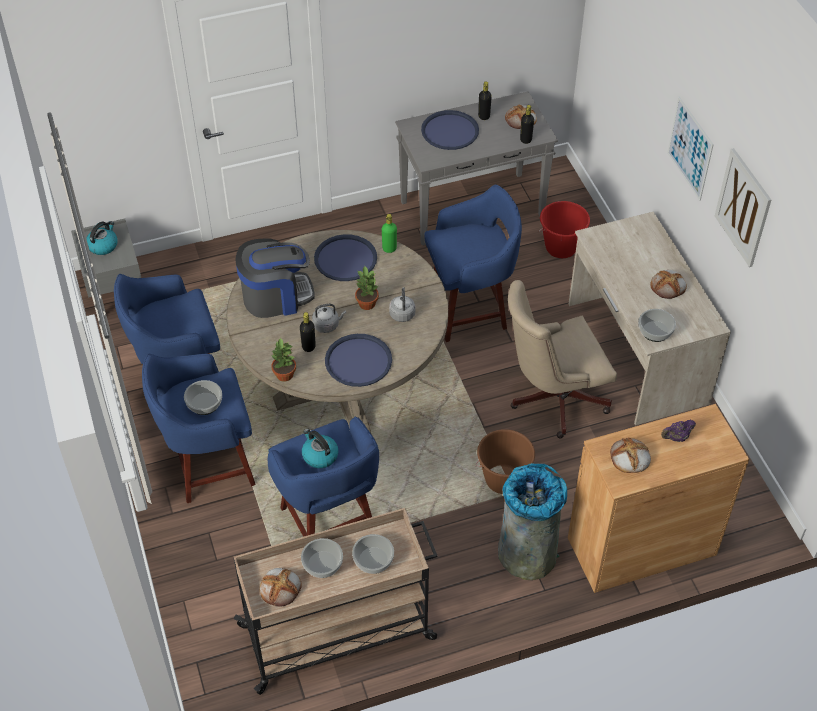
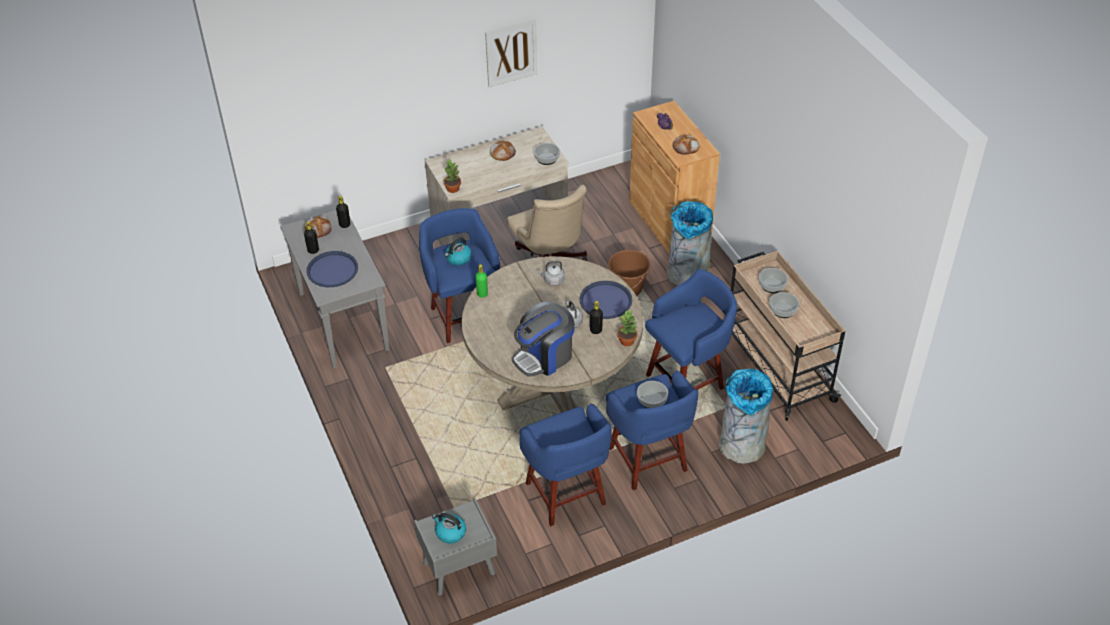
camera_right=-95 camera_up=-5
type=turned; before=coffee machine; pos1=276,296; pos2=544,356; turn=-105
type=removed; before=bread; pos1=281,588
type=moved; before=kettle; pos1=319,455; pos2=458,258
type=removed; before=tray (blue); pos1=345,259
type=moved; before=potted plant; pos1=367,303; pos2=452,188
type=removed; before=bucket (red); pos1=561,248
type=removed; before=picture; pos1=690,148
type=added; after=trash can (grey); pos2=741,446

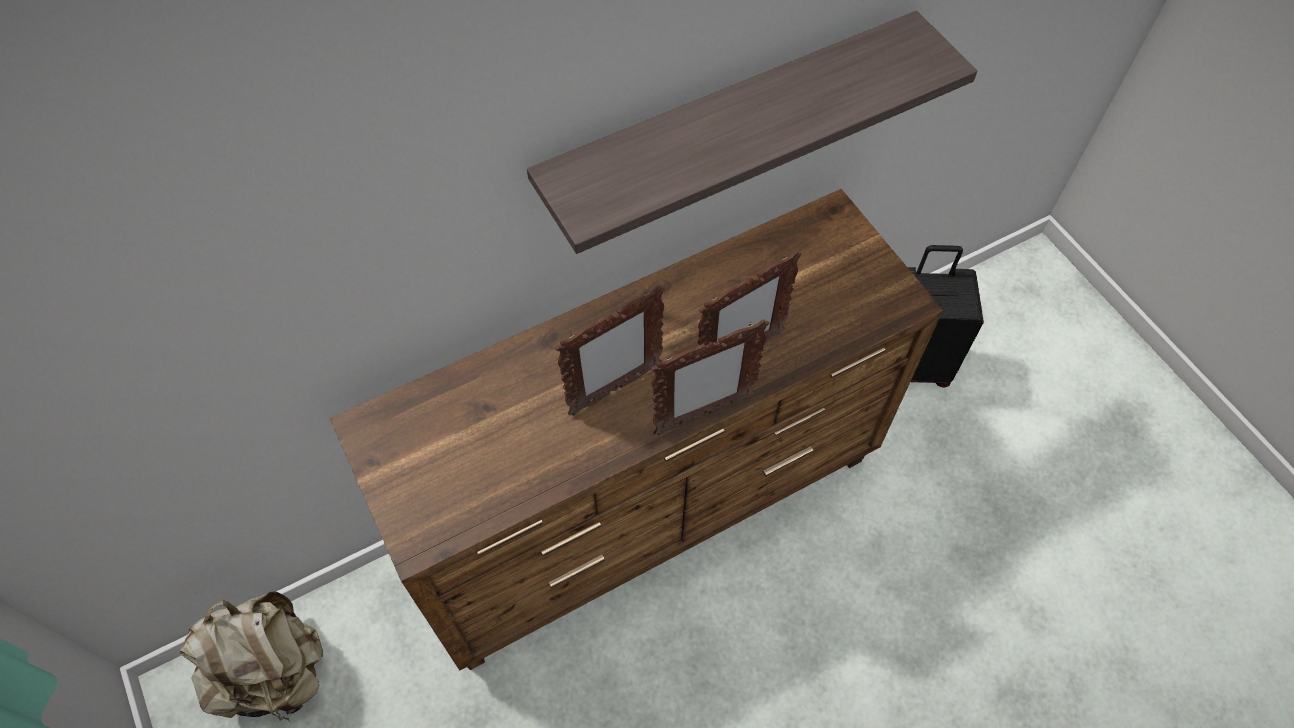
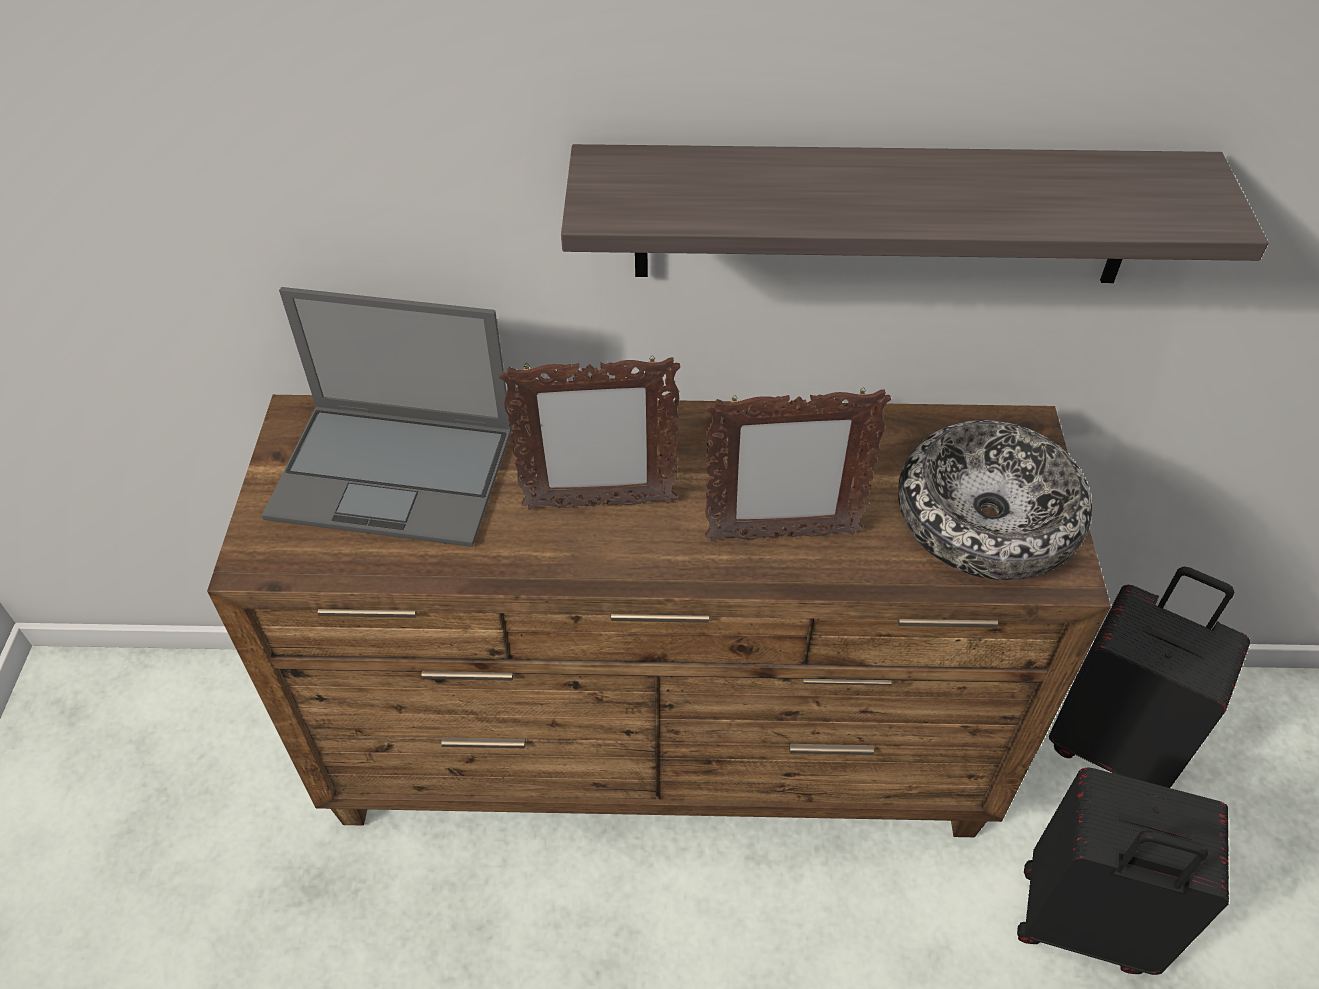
camera_right=30 camera_up=-10
type=removed; before=backpack (beige); pos1=273,672
type=removed; before=picture frame; pos1=703,415
type=added; after=laptop; pos2=395,473
type=added; after=bowl; pos2=986,518
type=added; after=suitcase (black); pos2=1083,924

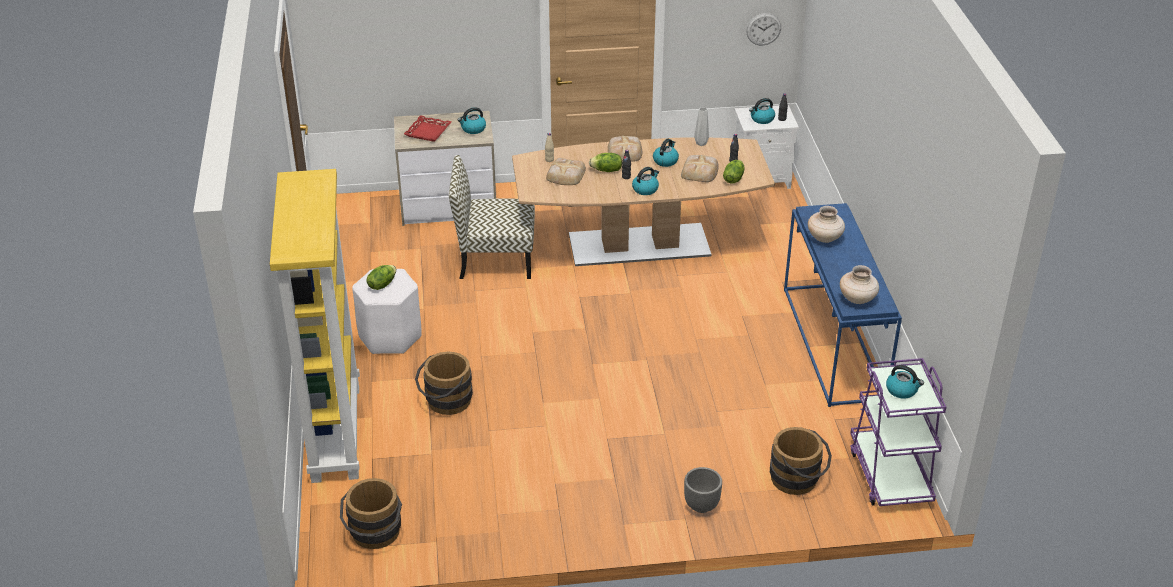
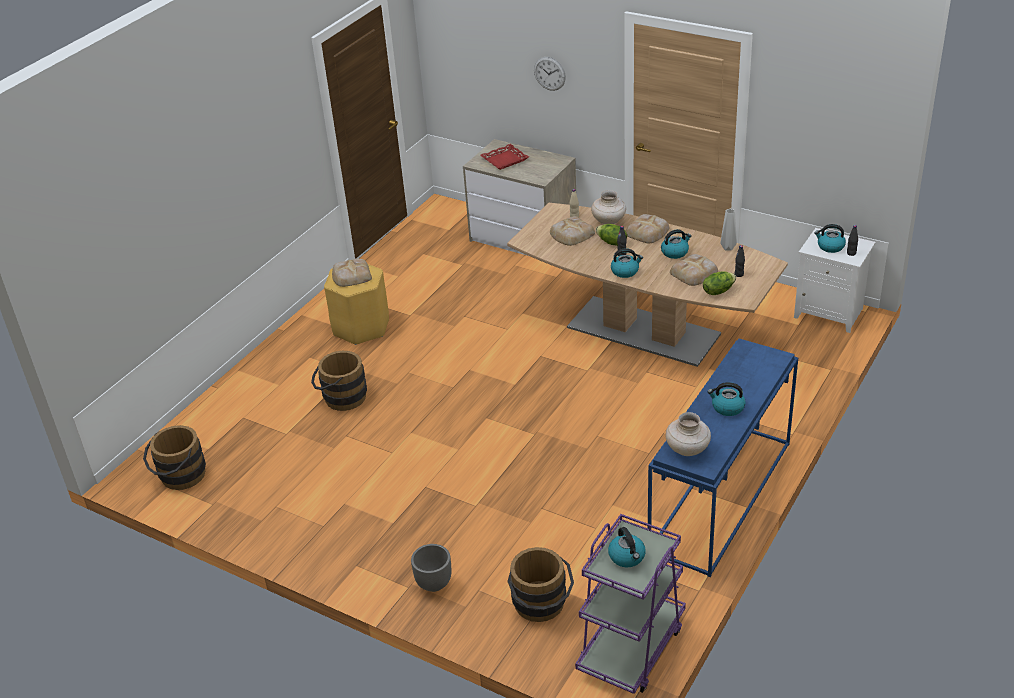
camera_right=40 camera_up=0
type=removed; before=bookcase (yellow); pos1=334,432
type=recoloured; before=stool (white); after=stool (yellow); pos1=390,336; pos2=361,327
type=replaced; before=lettuce; after=bread; pos1=382,284; pos2=351,276
type=removed; before=chair; pos1=494,260
type=moved; before=kettle; pos1=473,129; pos2=727,407
type=moved; before=wall clock; pos1=763,29; pos2=549,73
type=moved; before=vase (beige); pos1=824,238; pos2=608,221

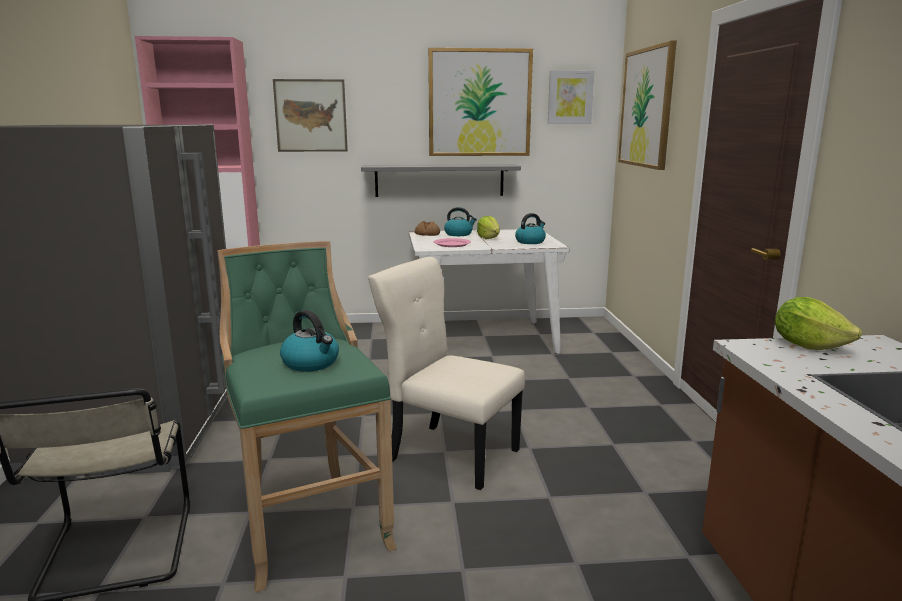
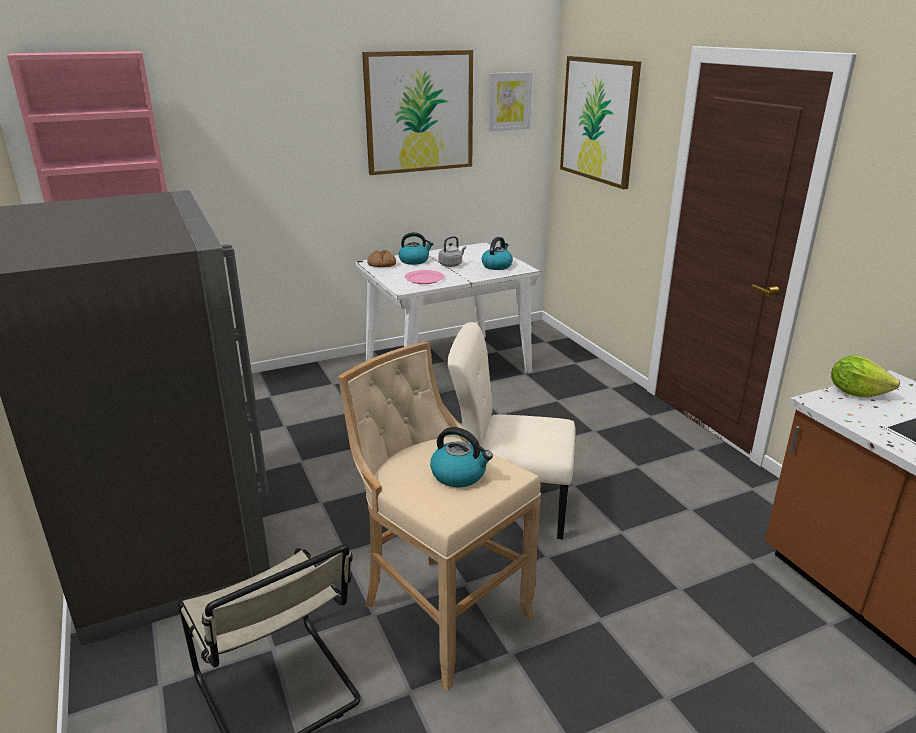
camera_right=-20 camera_up=10
type=recoloured; before=stool (green); after=stool (beige); pos1=309,523; pos2=440,611
type=removed; before=picture; pos1=311,115
type=removed; before=shelf (grey); pos1=439,180
type=replaced; before=lettuce; after=kettle (grey); pos1=489,238; pos2=451,264

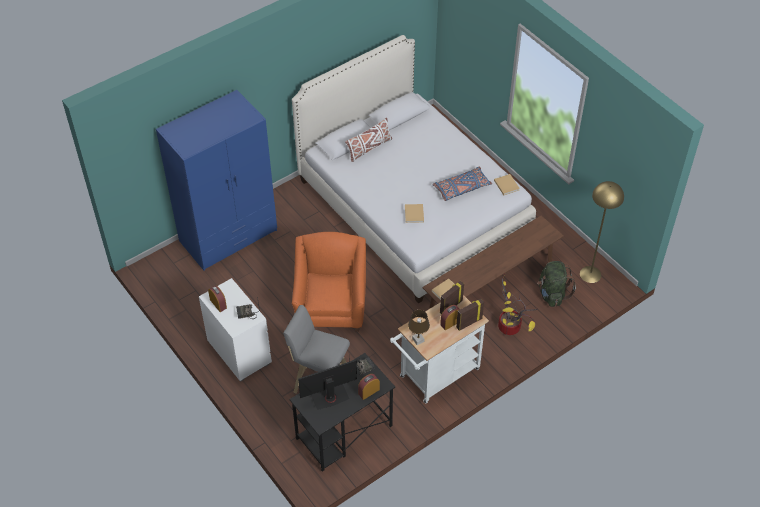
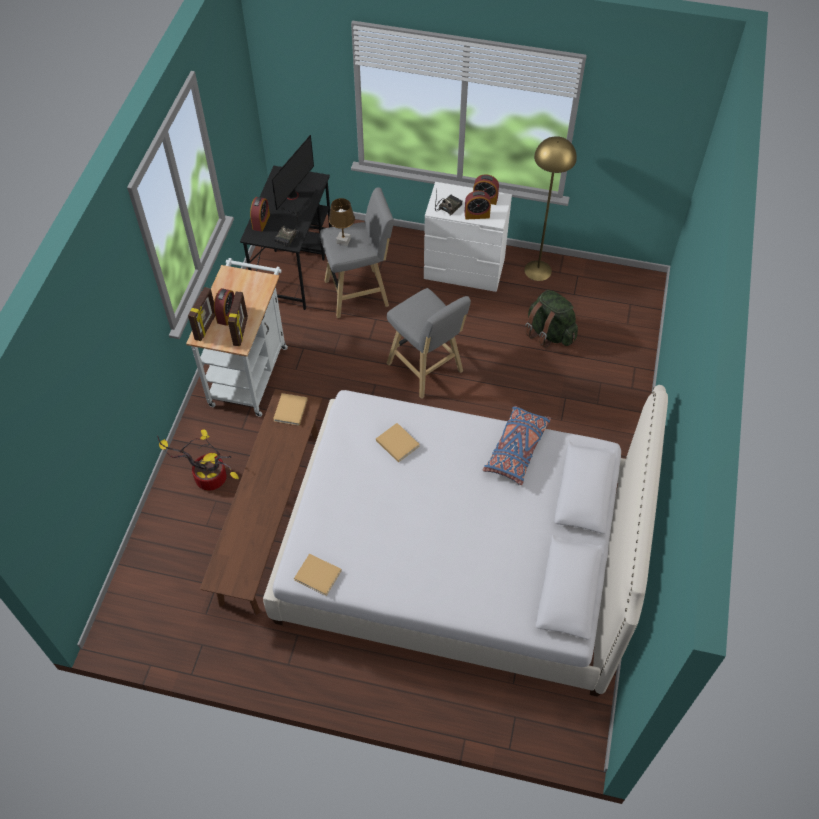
camera_right=140 camera_up=5
type=removed; before=wardrobe (blue); pos1=229,236
type=replaced; before=armchair (orange); after=stool (grey); pos1=331,305; pos2=427,370
type=removed; before=pillow (white); pos1=369,148
type=moved; before=table lamp (brown); pos1=418,340; pos2=343,241
type=moved; before=pillow (blue); pos1=461,188; pos2=516,449
type=moved; before=backpack (green); pos1=552,294; pos2=549,333
type=moved; before=floor lamp (yellow); pos1=590,274; pos2=537,270
type=added; after=alarm clock; pos2=477,215

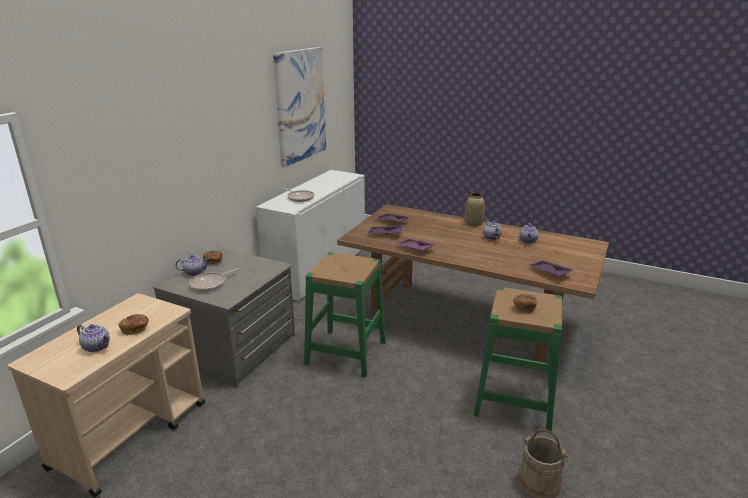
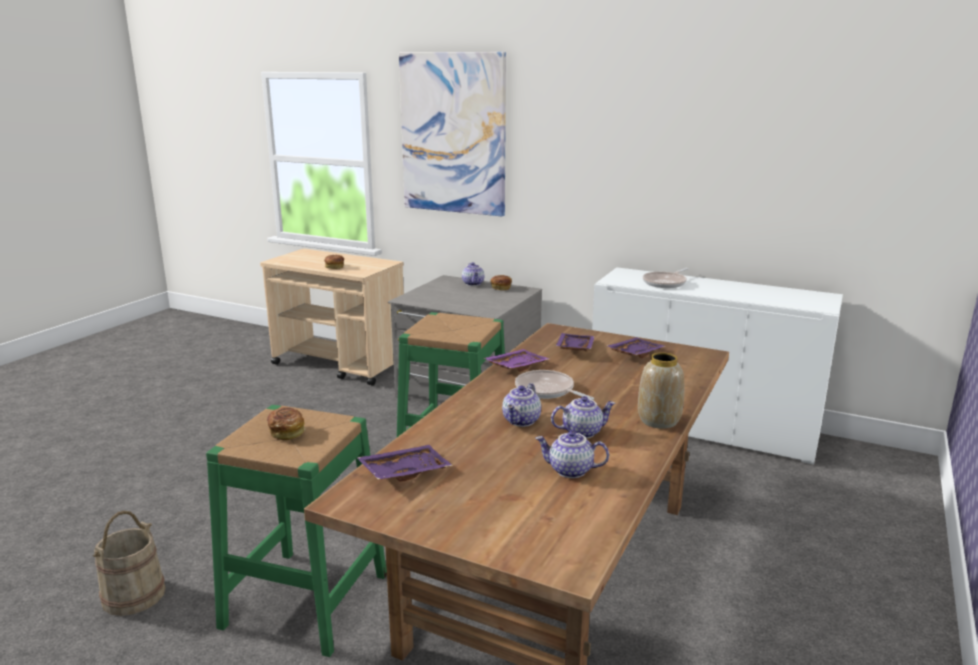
camera_right=90 camera_up=-5
type=moved; before=teapot; pos1=97,346; pos2=522,421
type=moved; before=frying pan; pos1=210,284; pos2=547,390
type=moved; before=picture; pos1=300,105; pos2=453,134

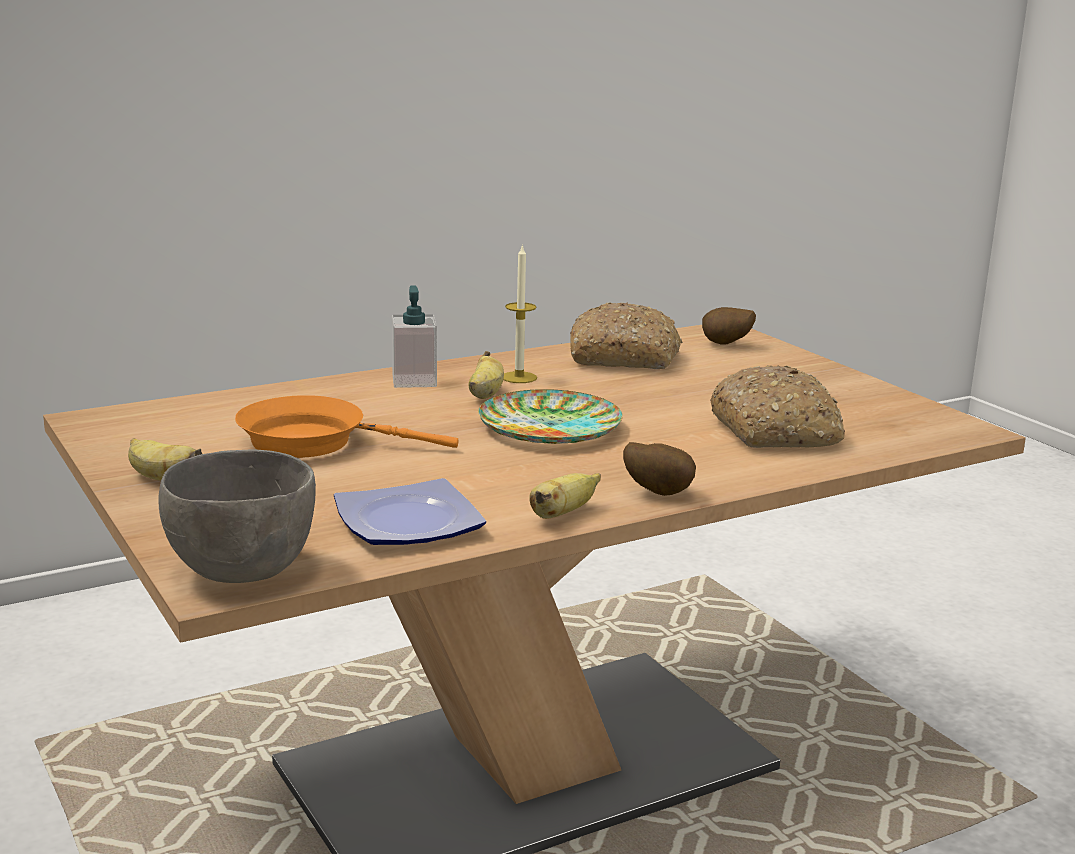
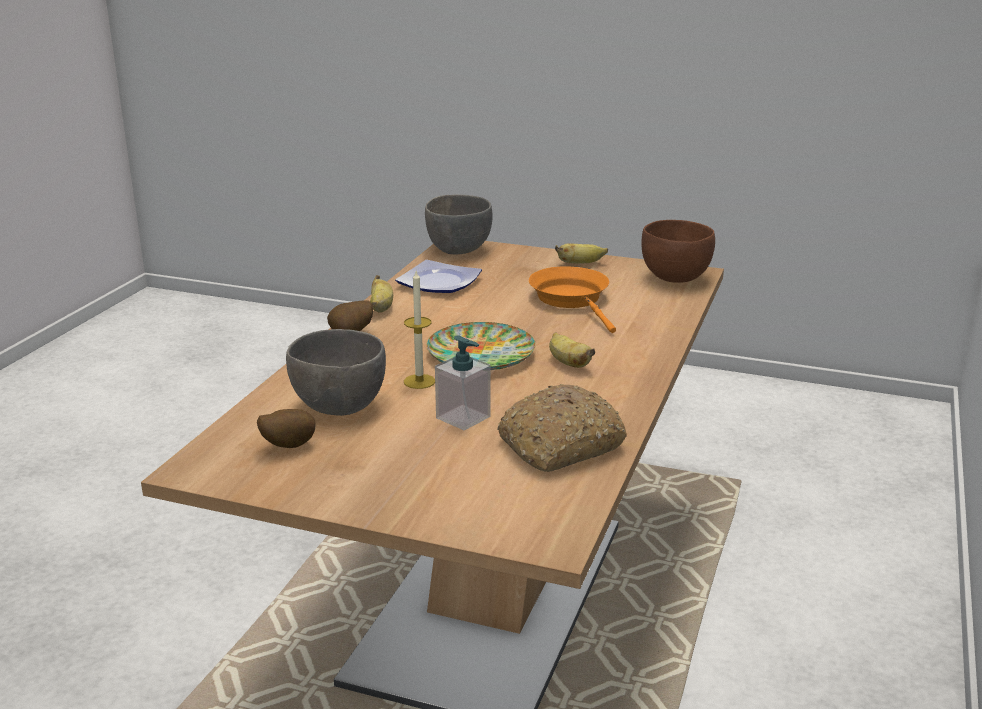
camera_right=140 camera_up=5
type=turned; before=frying pan (orange); pos1=313,441; pos2=572,299; turn=-75
type=moved; before=soap dispenser; pos1=414,380; pos2=463,417
type=moved; before=candle; pos1=519,377; pos2=419,381
type=moved; before=potato; pos1=726,345; pos2=287,446
type=replaced; before=bread; after=bowl (grey); pos1=776,431; pos2=338,406
type=added; after=bowl (brown); pos2=675,278

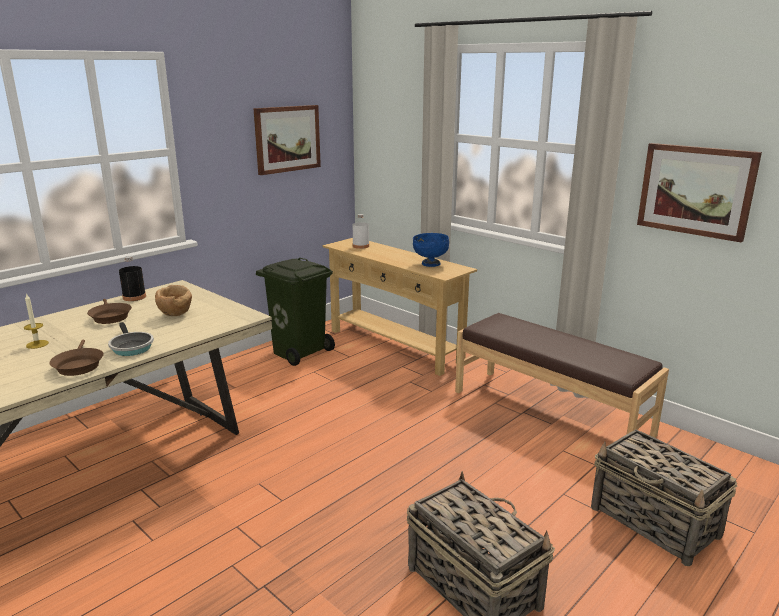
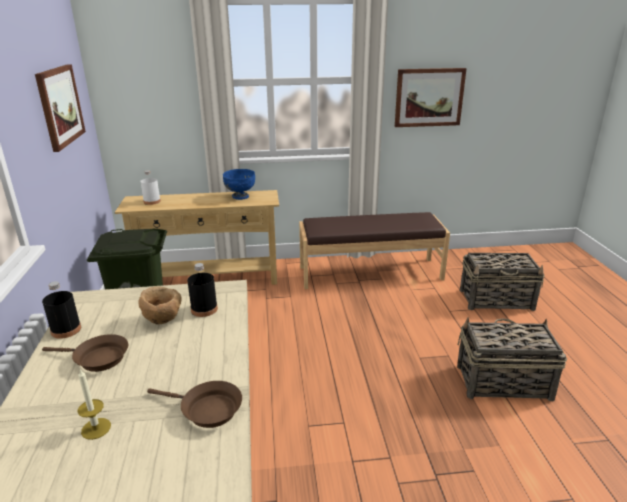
camera_right=-50 camera_up=5
type=removed; before=frying pan; pos1=131,347
type=added; after=bottle (black); pos2=204,309

